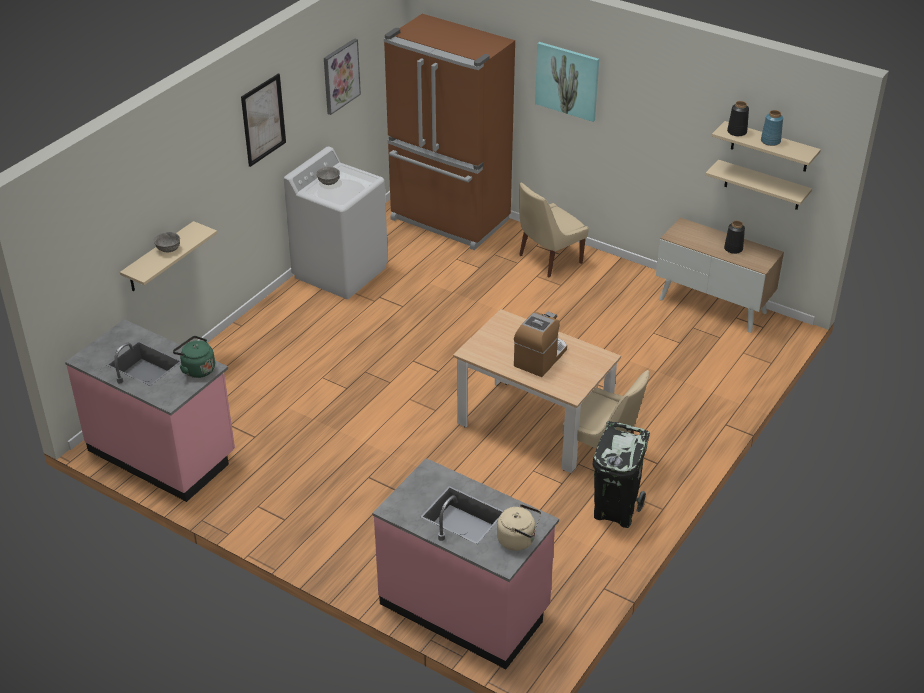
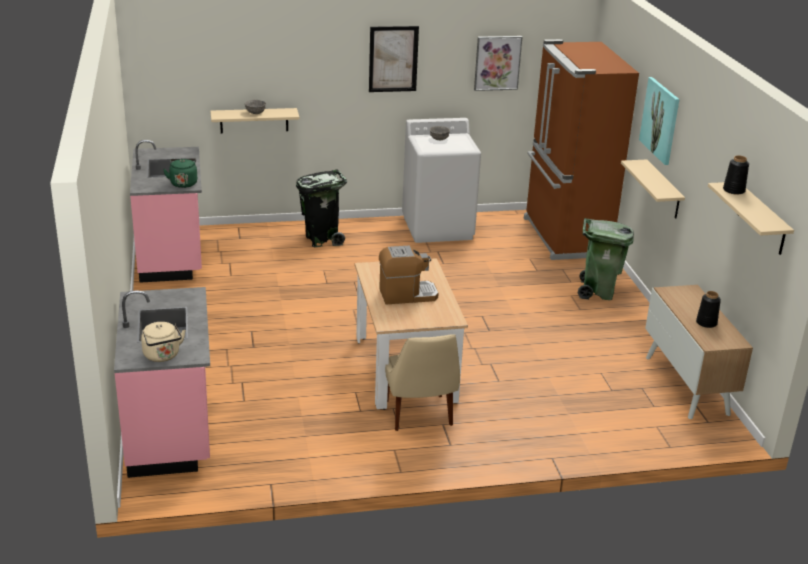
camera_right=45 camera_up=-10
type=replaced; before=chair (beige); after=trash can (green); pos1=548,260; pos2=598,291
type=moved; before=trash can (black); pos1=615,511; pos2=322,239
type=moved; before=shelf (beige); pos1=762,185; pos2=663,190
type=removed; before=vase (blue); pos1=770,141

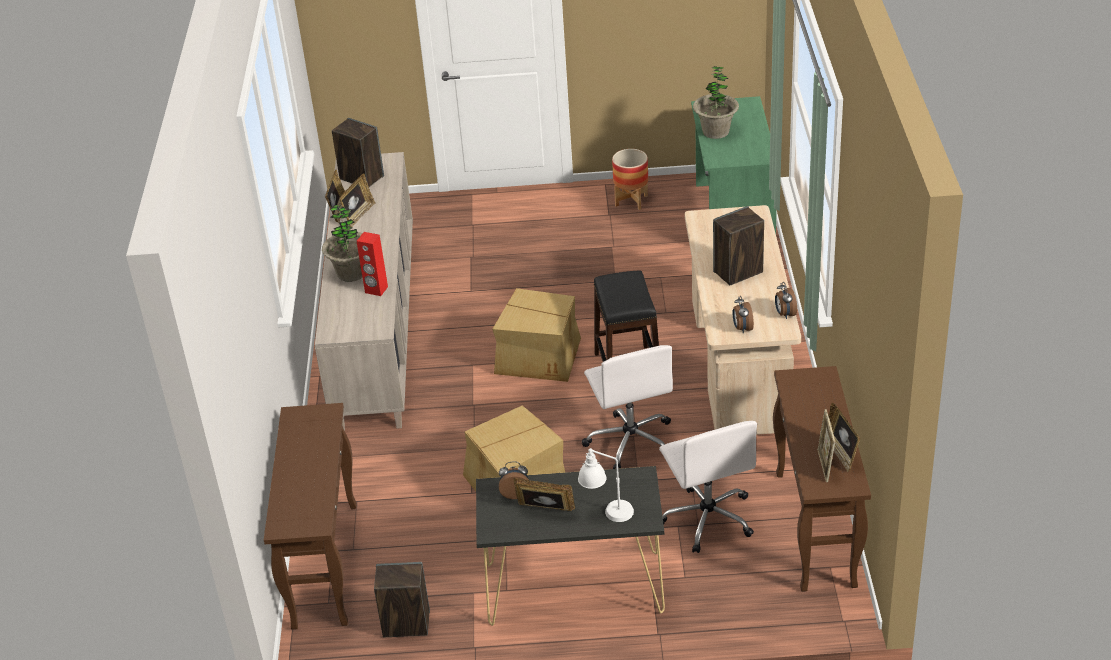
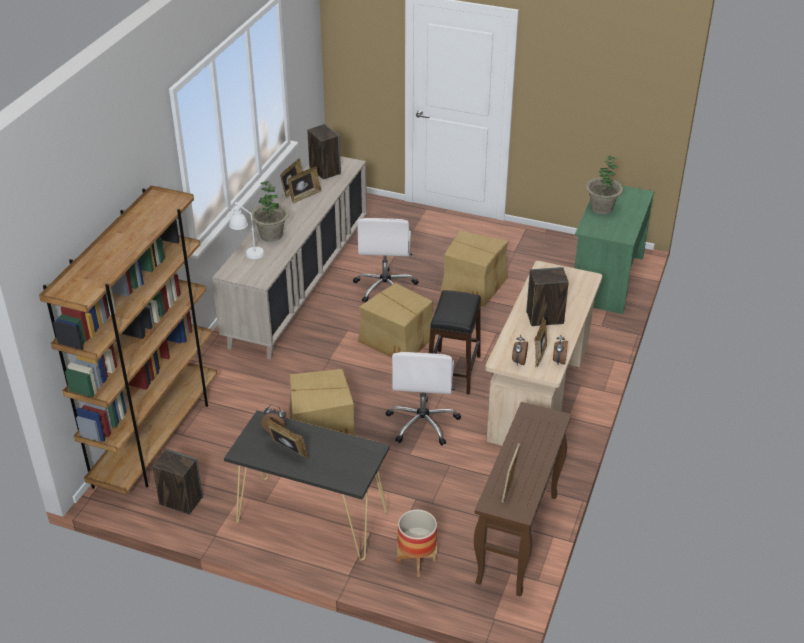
camera_right=20 camera_up=0
type=replaced; before=console table (brown); after=bookcase (brown); pos1=324,564; pos2=157,438
type=removed; before=speaker (red); pos1=376,290
type=moved; before=table lamp (white); pos1=606,512; pos2=247,251
type=moved; before=planter; pos1=631,201; pos2=416,561
type=moved; before=office chair (white); pos1=707,518; pos2=385,287
type=moved; before=picture frame; pos1=840,453; pos2=539,354
type=added; after=cardboard box; pos2=473,285

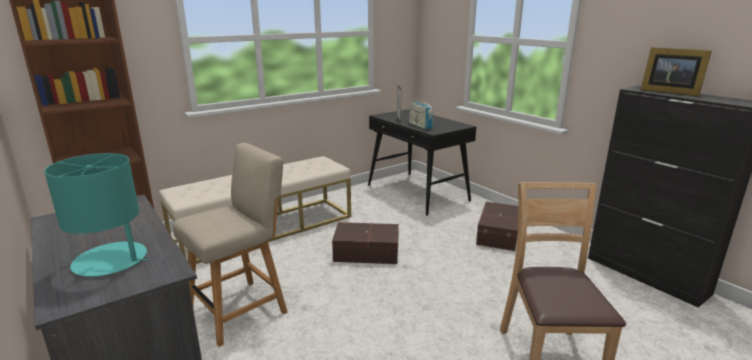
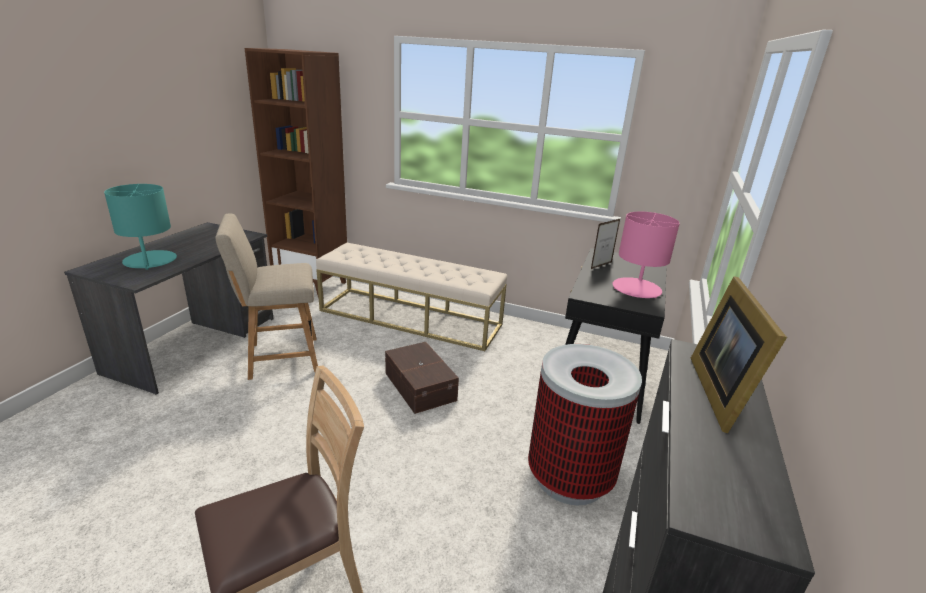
camera_right=55 camera_up=5
type=turned; before=chair (beige); pos1=241,309; pos2=279,358; turn=150
type=removed; before=radio; pos1=420,126
type=replaced; before=storage box (brown); after=trash can; pos1=499,234; pos2=570,478
type=added; after=table lamp (pink); pos2=636,289

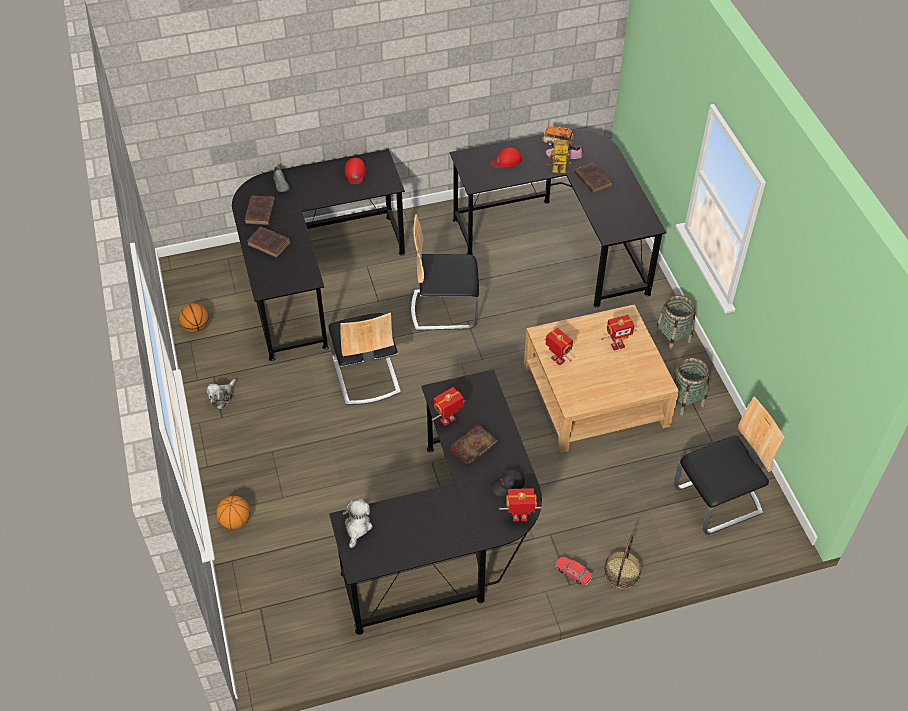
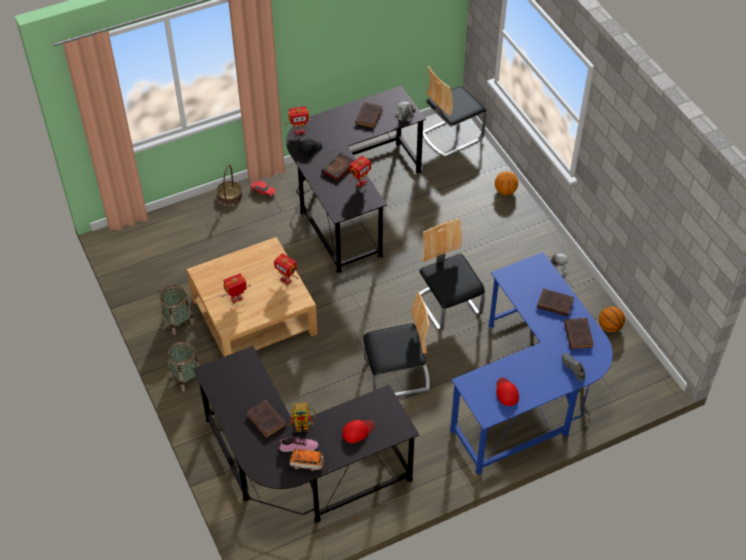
camera_right=170 camera_up=0
type=recoloured; before=desk (black); after=desk (blue); pos1=312,276; pos2=530,392
type=moved; before=chair; pos1=718,501; pos2=451,135
type=added; after=book (brown); pos2=369,116

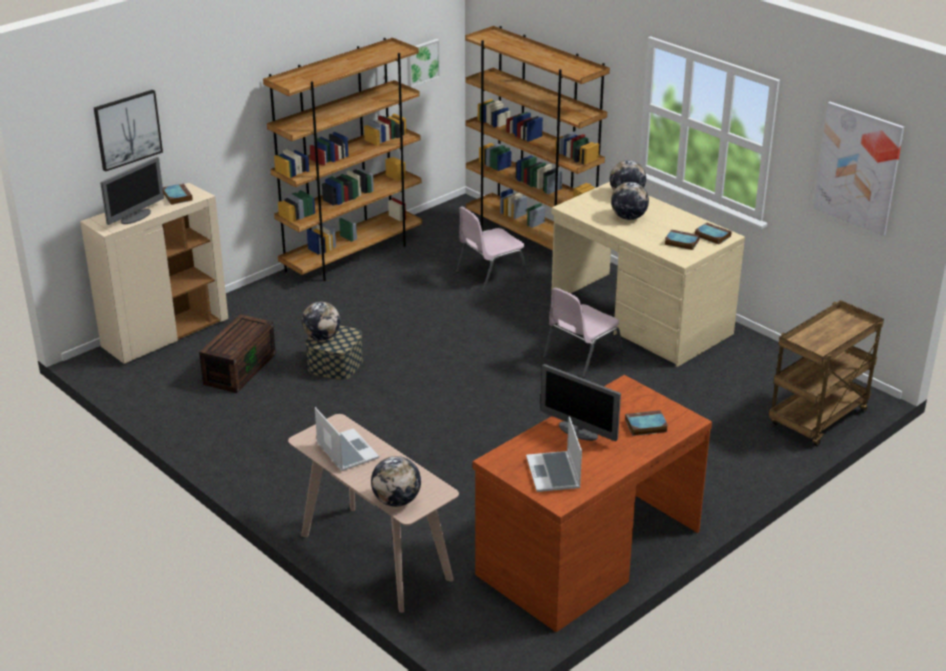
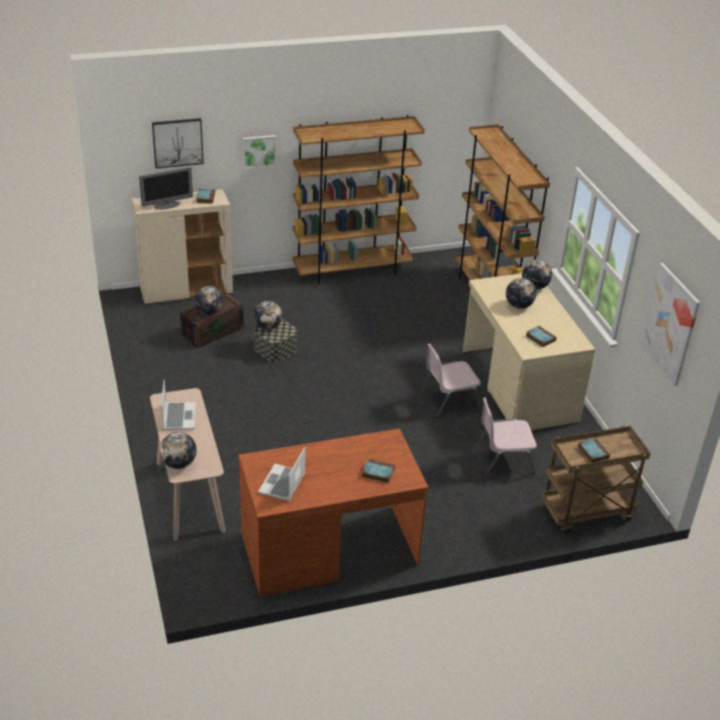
camera_right=25 camera_up=5
type=moved; before=picture; pos1=422,62; pos2=259,151
type=moved; before=chair (pink); pos1=490,274; pos2=503,460
type=removed; before=monitor; pos1=578,431
type=moved; before=book; pos1=711,236; pos2=592,452
type=added; after=globe; pos2=209,312

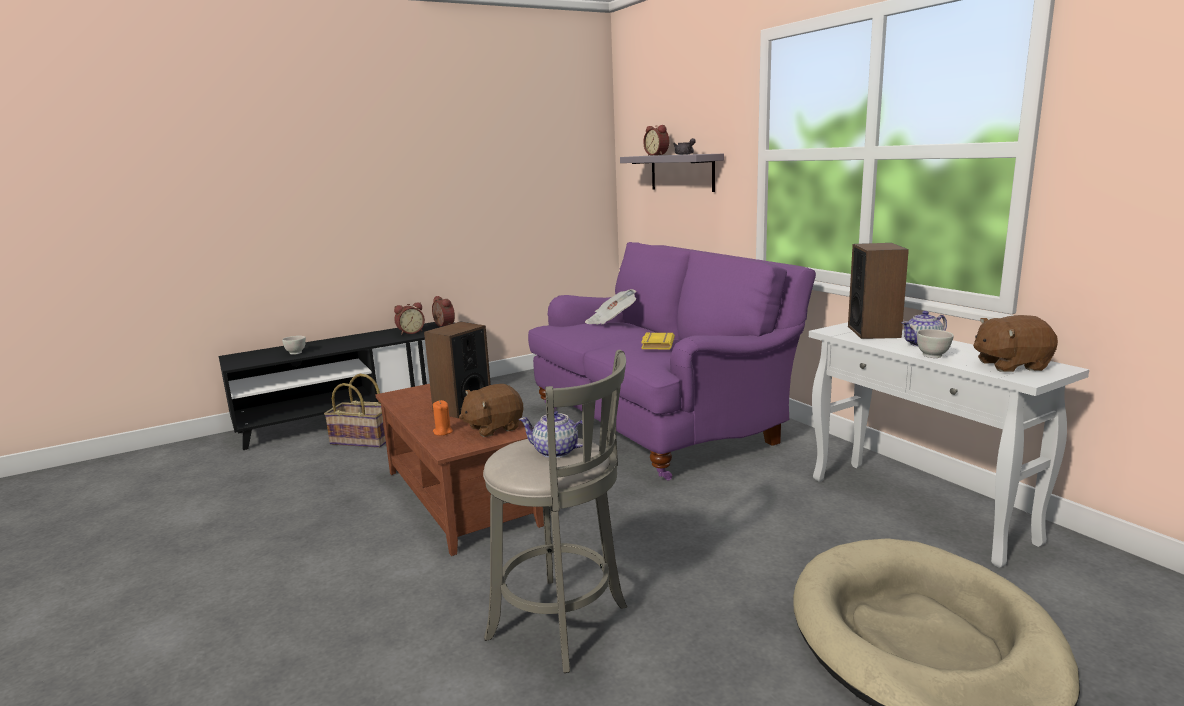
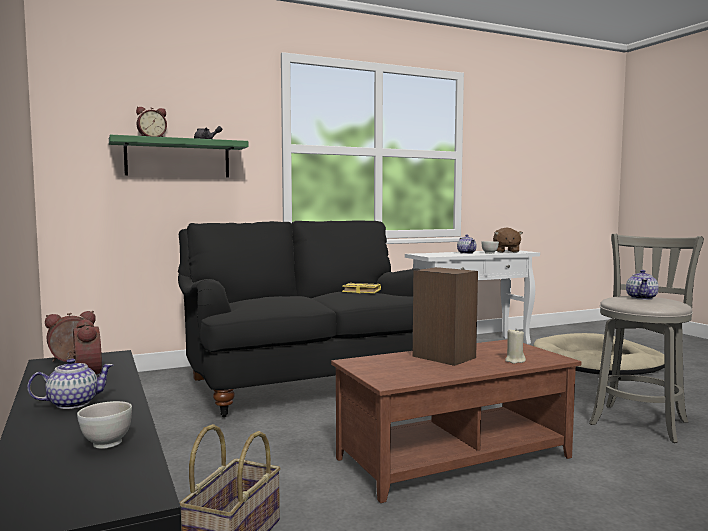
camera_right=-85 camera_up=-10
type=recoloured; before=candle (orange); after=candle (beige); pos1=442,432; pos2=514,361
type=removed; before=plush toy (brown); pos1=493,428
type=recoloured; before=sofa (purple); after=sofa (black); pos1=660,424; pos2=307,381
type=removed; before=newspaper; pos1=611,321
type=recoloured; before=shelf (grey); after=shelf (green); pos1=682,172; pos2=178,158
type=removed; before=speaker; pos1=874,332
type=added; after=teapot; pos2=72,403

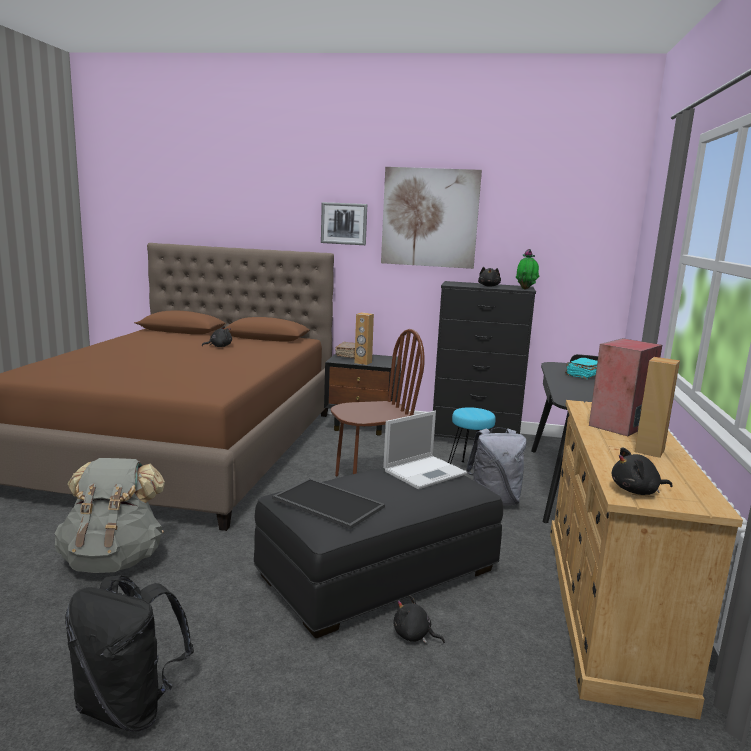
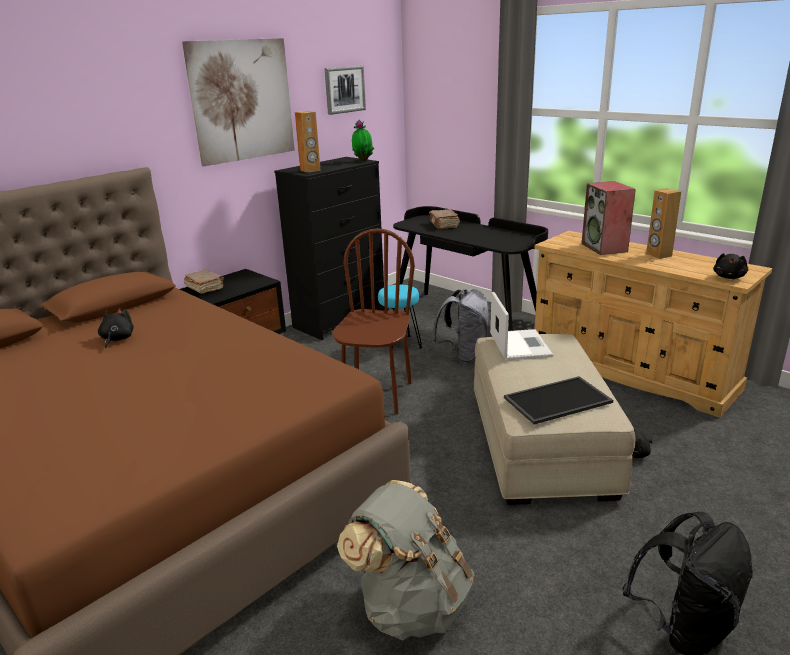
camera_right=-55 camera_up=10
type=recoloured; before=ottoman (black); after=ottoman (beige); pos1=378,572; pos2=540,441
type=moved; before=picture; pos1=344,223; pos2=344,89
type=moved; before=speaker (brown); pos1=363,363; pos2=310,170
type=removed; before=plush toy (black); pos1=489,286
type=recoloured; before=book (turquoise); after=book (brown); pos1=584,375; pos2=444,225

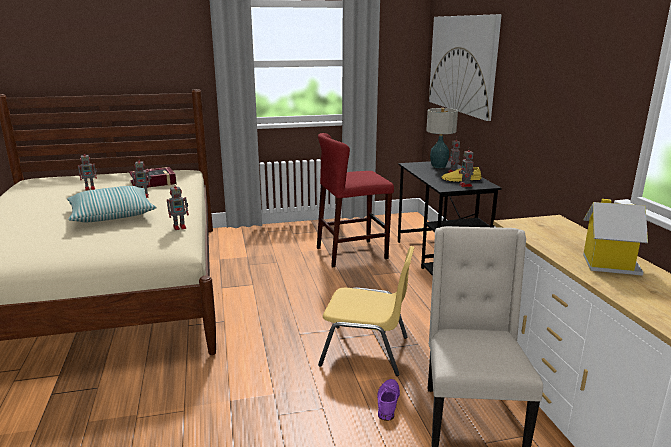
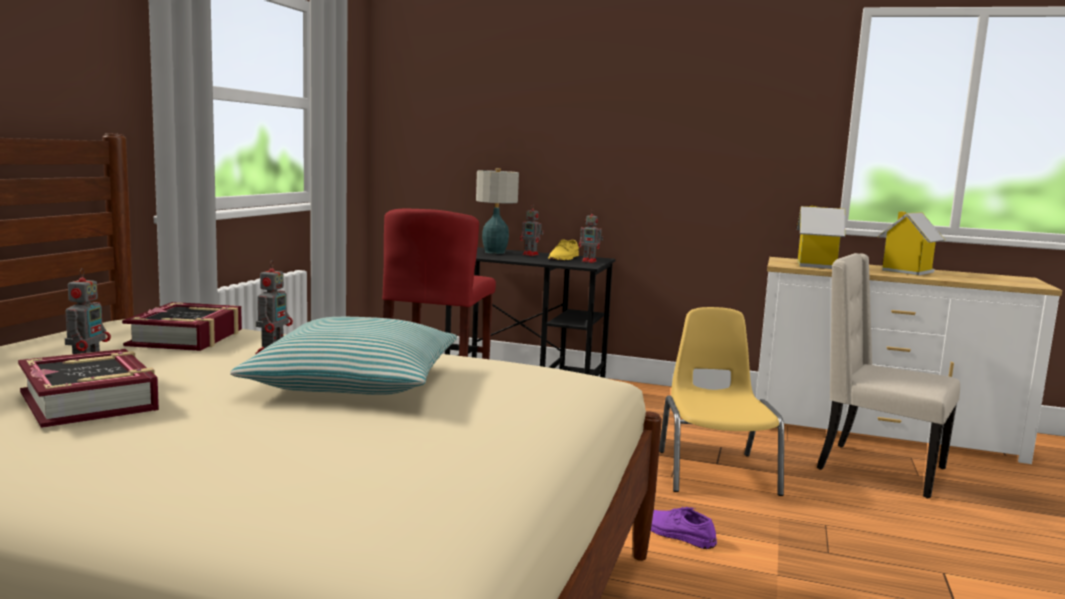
camera_right=-60 camera_up=-10
type=removed; before=toy robot; pos1=180,227
type=turned; before=chair (yellow); pos1=366,351; pos2=715,471; turn=-45
type=moved; before=shoe (purple); pos1=387,401; pos2=676,534
type=removed; before=picture; pos1=462,64
type=added; after=book; pos2=90,401
type=added; after=toy house; pos2=817,265

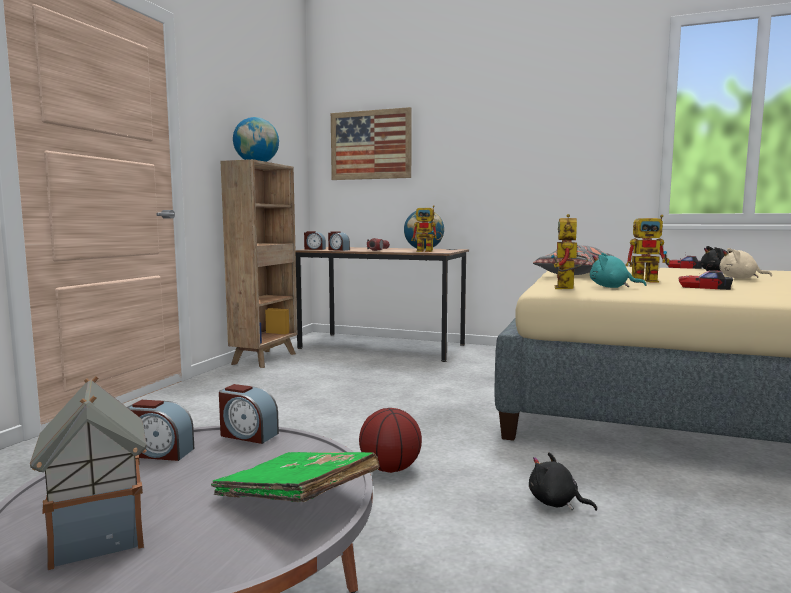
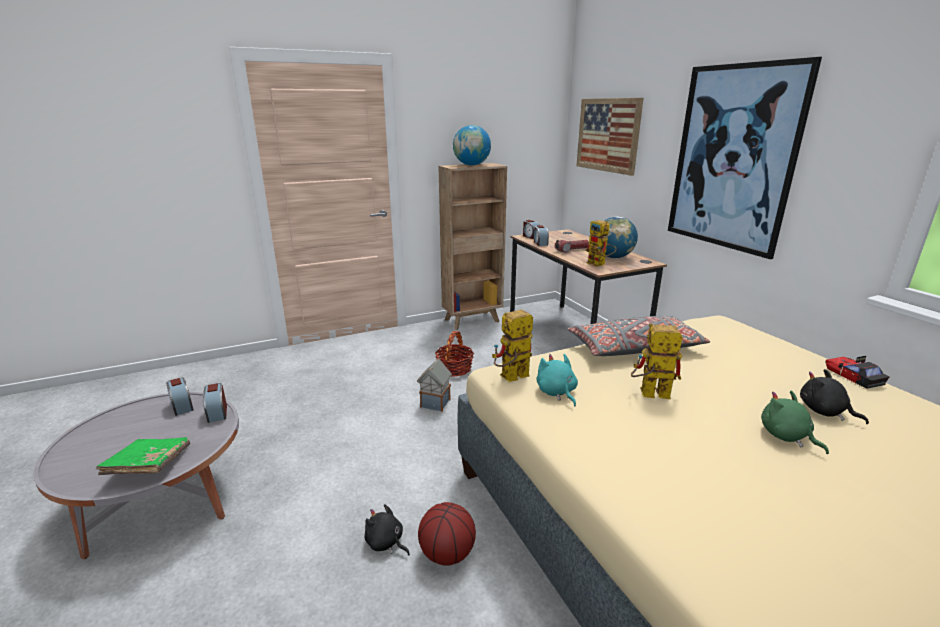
camera_right=45 camera_up=15
type=moved; before=toy house; pos1=99,539; pos2=435,404
type=moved; before=basketball; pos1=390,468; pos2=448,553
type=turned; before=plush toy (black); pos1=555,502; pos2=386,543; turn=-45
type=turned; before=toy robot; pos1=649,281; pos2=648,395; turn=135
type=removed; before=toy car; pos1=704,287
type=recoloured; before=plush toy (beige); after=plush toy (green); pos1=740,278; pos2=786,436
type=added; after=basket; pos2=454,368
type=added; after=picture; pos2=733,158

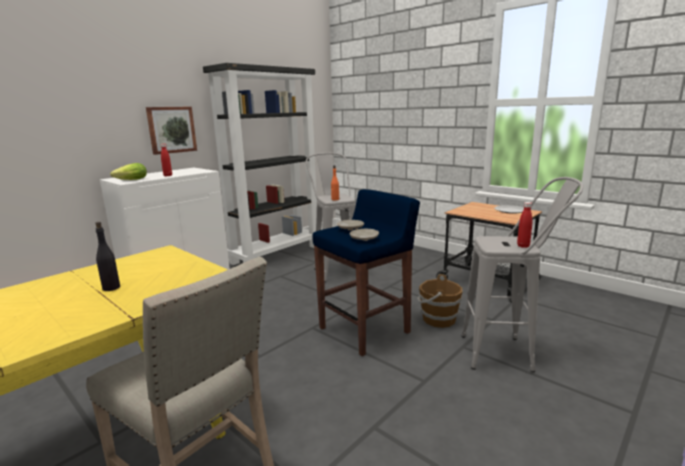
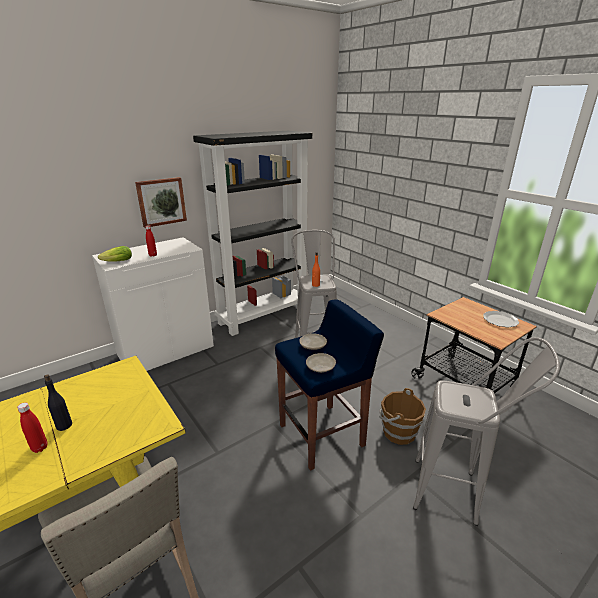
camera_right=10 camera_up=10
type=moved; before=bottle (red); pos1=523,246; pos2=40,448

